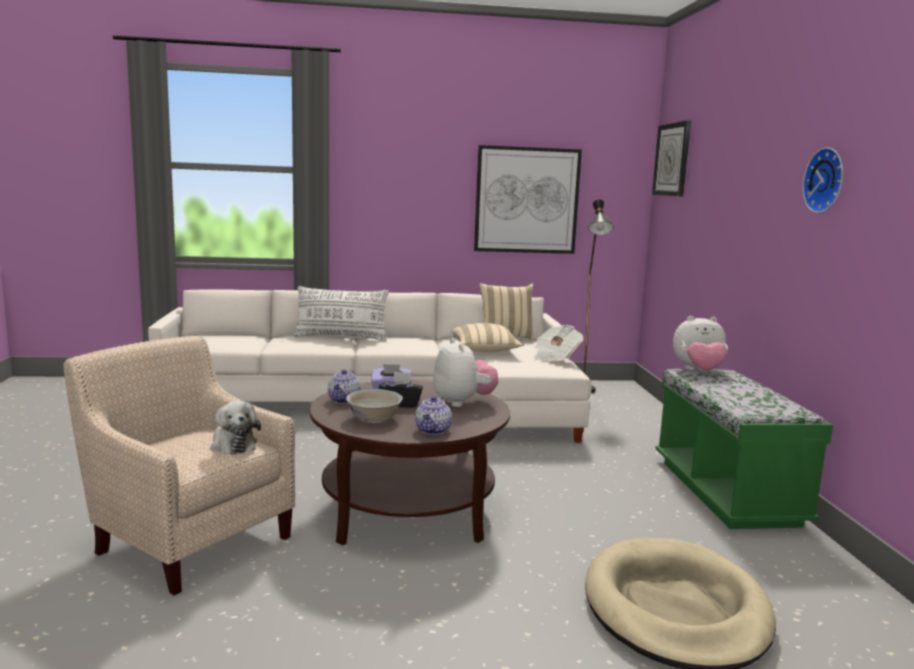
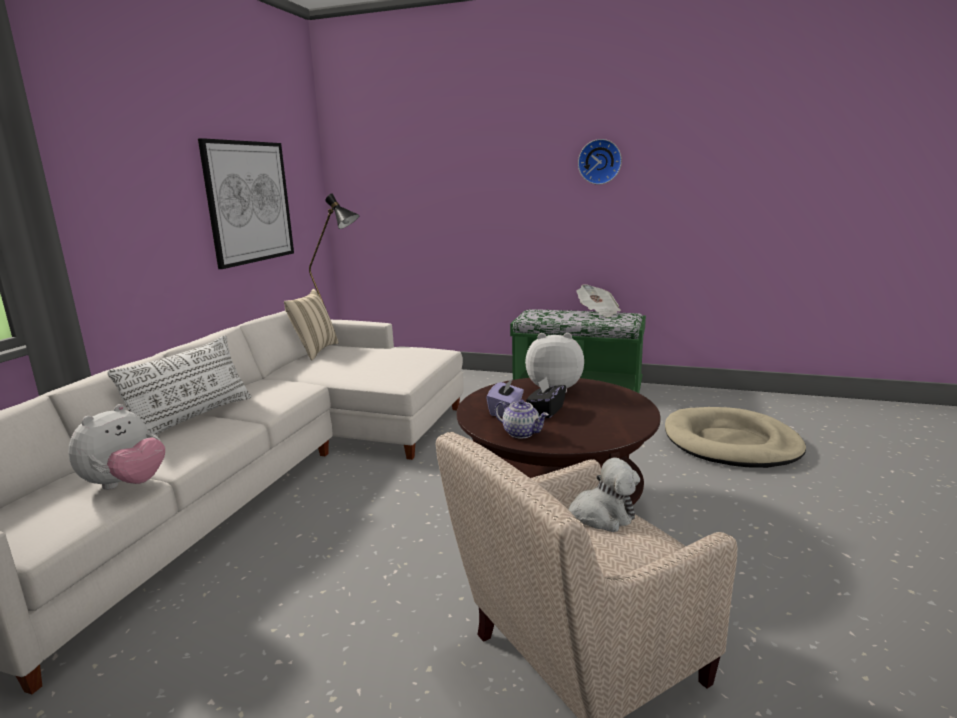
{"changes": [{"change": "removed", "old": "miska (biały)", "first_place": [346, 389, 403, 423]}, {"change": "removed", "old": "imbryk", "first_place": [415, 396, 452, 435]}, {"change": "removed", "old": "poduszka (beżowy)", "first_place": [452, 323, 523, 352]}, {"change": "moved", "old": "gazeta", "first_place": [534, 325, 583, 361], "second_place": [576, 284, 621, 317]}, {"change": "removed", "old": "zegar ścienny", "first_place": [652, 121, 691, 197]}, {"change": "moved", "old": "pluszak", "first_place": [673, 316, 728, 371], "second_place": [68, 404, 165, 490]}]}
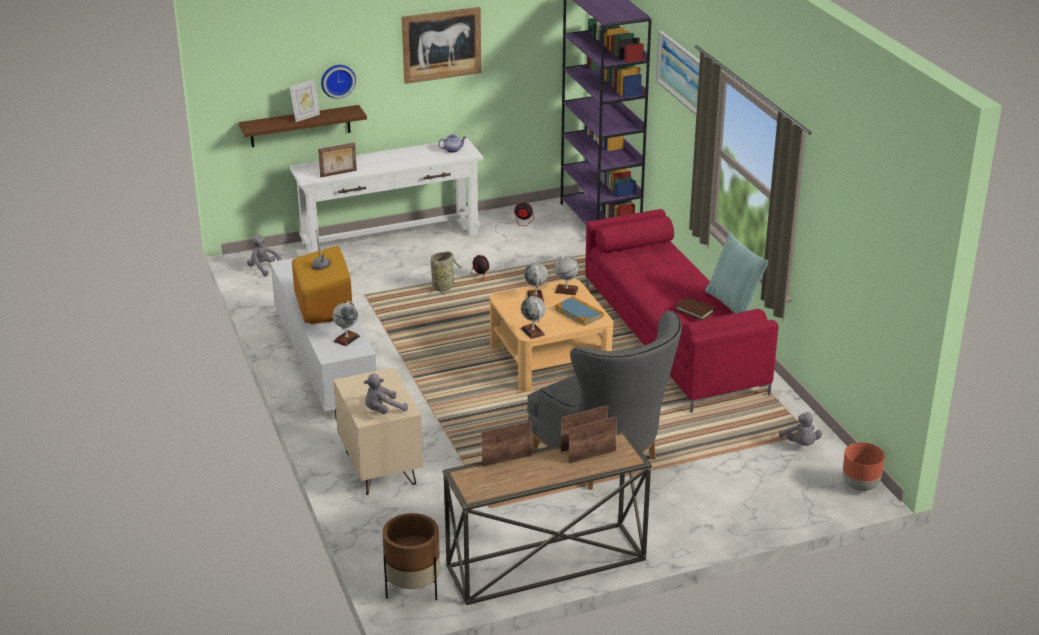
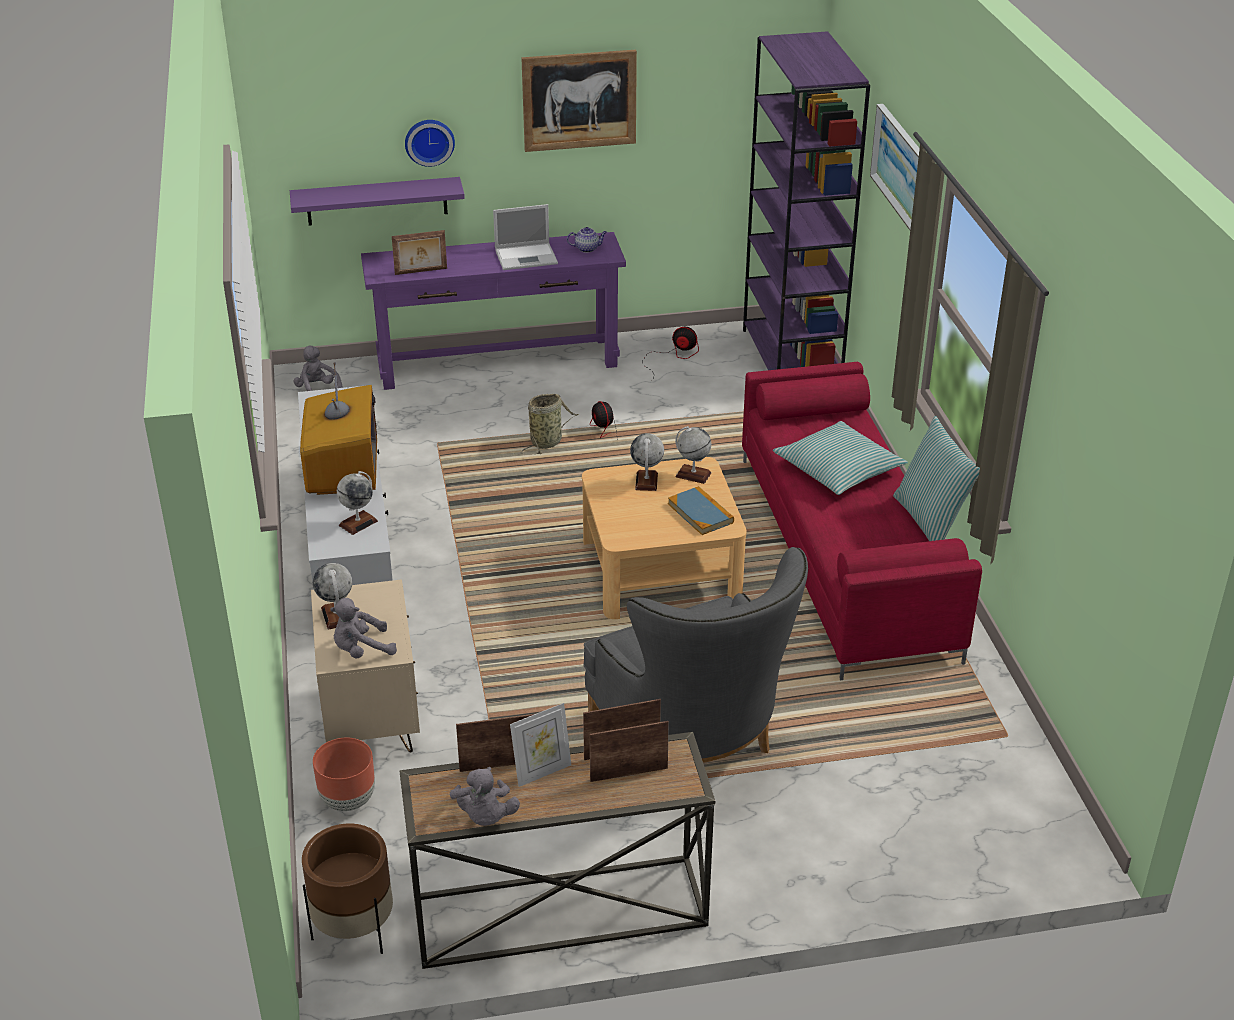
{"changes": [{"change": "recoloured", "old": "półka (brązowy)", "new": "półka (fioletowy)", "first_place": [239, 105, 367, 147], "second_place": [290, 177, 465, 226]}, {"change": "moved", "old": "ramka na zdjęcie", "first_place": [290, 79, 320, 122], "second_place": [510, 703, 571, 787]}, {"change": "recoloured", "old": "stolik konsolowy (biały)", "new": "stolik konsolowy (fioletowy)", "first_place": [290, 138, 483, 253], "second_place": [361, 232, 626, 390]}, {"change": "moved", "old": "globus", "first_place": [521, 296, 545, 339], "second_place": [313, 563, 352, 630]}, {"change": "removed", "old": "książka (brązowy)", "first_place": [675, 297, 716, 320]}, {"change": "moved", "old": "pluszak (szary)", "first_place": [779, 412, 822, 446], "second_place": [450, 767, 520, 826]}, {"change": "moved", "old": "donica (brązowy)", "first_place": [843, 442, 885, 491], "second_place": [313, 738, 375, 811]}, {"change": "added", "new": "laptop", "second_place": [493, 204, 558, 270]}, {"change": "added", "new": "poduszka", "second_place": [773, 421, 908, 495]}]}
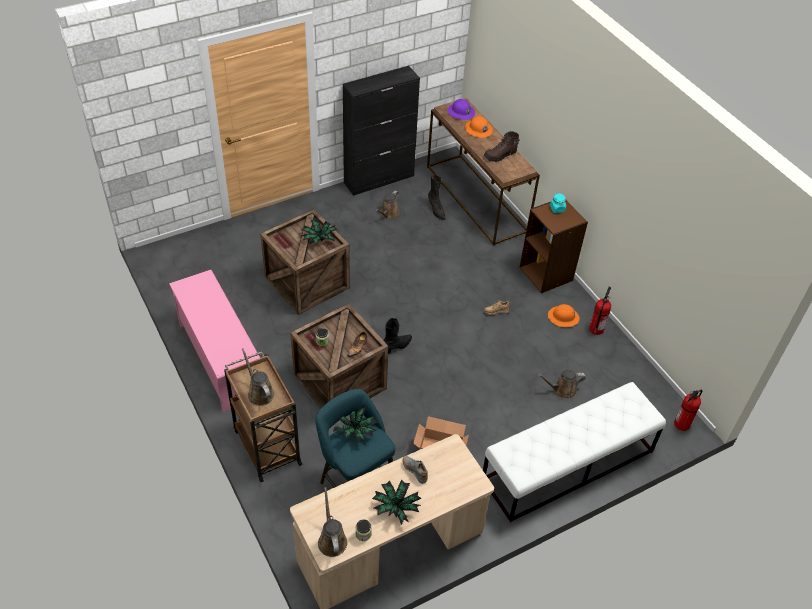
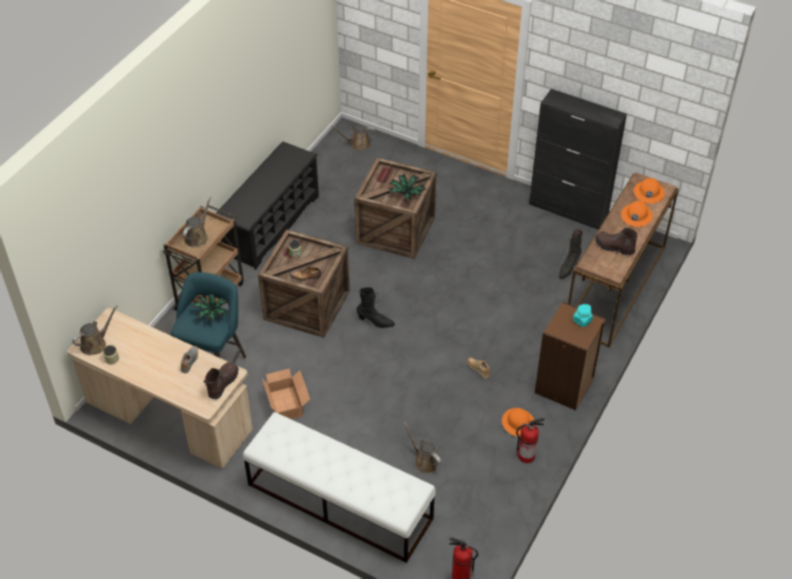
{"changes": [{"change": "recoloured", "old": "regał na buty (różowy)", "new": "regał na buty (czarny)", "first_place": [169, 270, 260, 412], "second_place": [216, 141, 319, 270]}, {"change": "removed", "old": "roślina doniczkowa", "first_place": [372, 479, 422, 525]}, {"change": "moved", "old": "konewka (brązowy)", "first_place": [376, 190, 400, 219], "second_place": [331, 125, 375, 151]}, {"change": "recoloured", "old": "kask (fioletowy)", "new": "kask (pomarańczowy)", "first_place": [448, 99, 475, 120], "second_place": [634, 178, 665, 204]}, {"change": "added", "new": "but z cholewką (brązowy)", "second_place": [204, 362, 239, 399]}]}
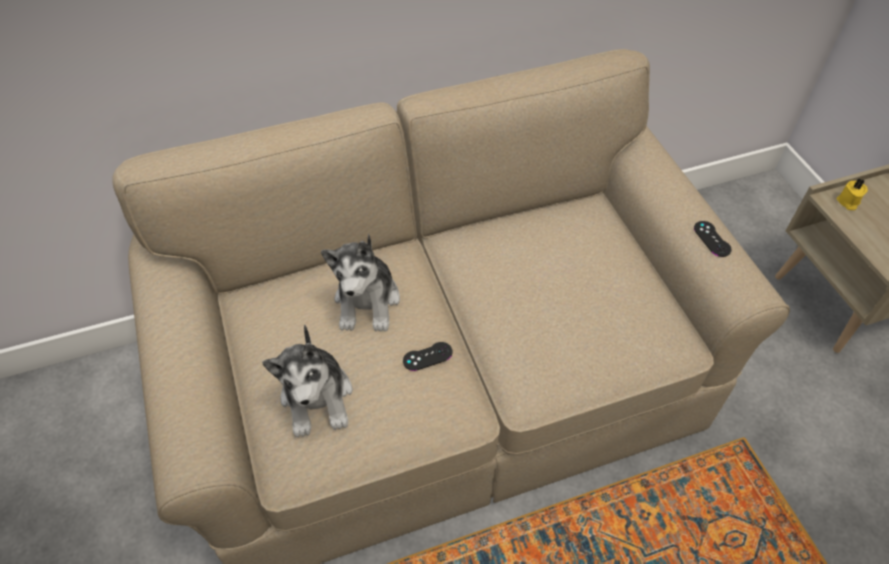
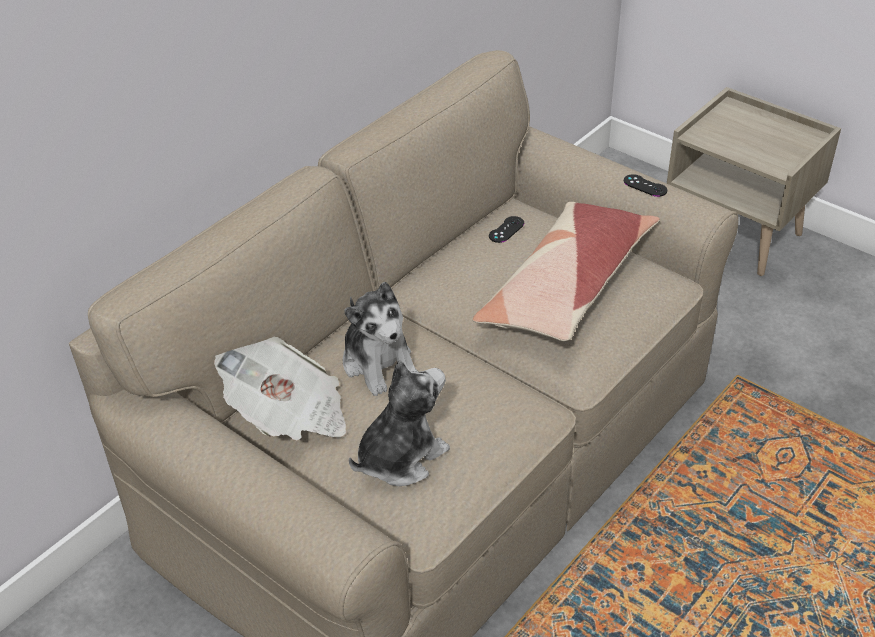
{"changes": [{"change": "turned", "old": "pluszak", "first_place": [262, 324, 353, 437], "second_place": [349, 360, 450, 486], "degrees": -90}, {"change": "moved", "old": "pad do gier (czarny)", "first_place": [403, 342, 452, 371], "second_place": [489, 216, 524, 243]}, {"change": "removed", "old": "świeca (żółty)", "first_place": [836, 178, 868, 210]}, {"change": "added", "new": "gazeta", "second_place": [214, 337, 346, 440]}, {"change": "added", "new": "poduszka", "second_place": [473, 202, 660, 341]}]}
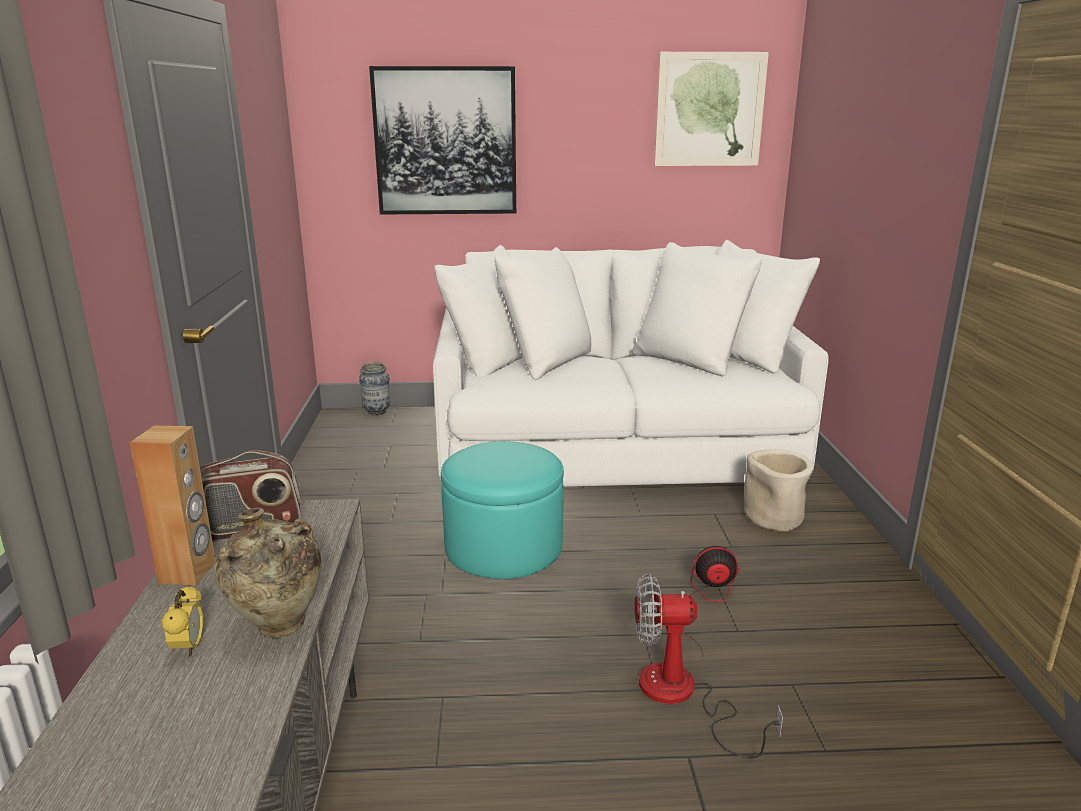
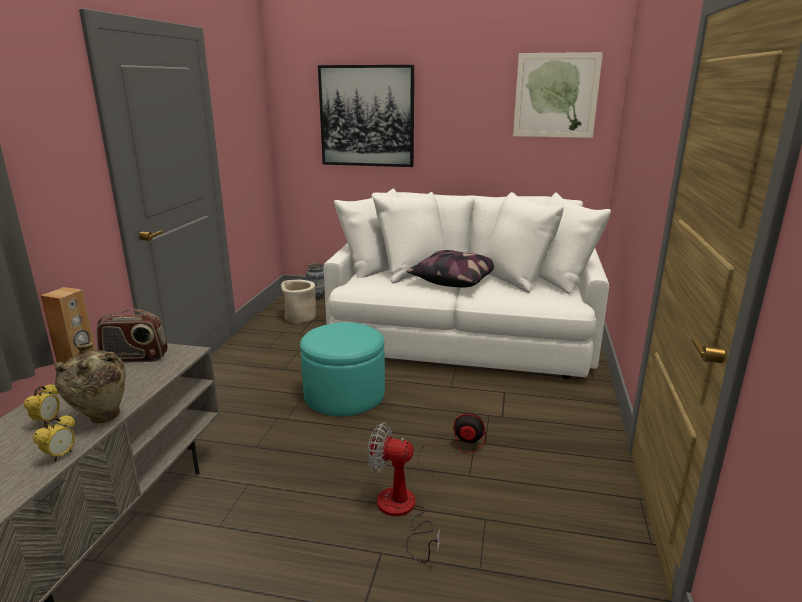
{"changes": [{"change": "moved", "old": "donica (beżowy)", "first_place": [744, 449, 814, 531], "second_place": [281, 280, 316, 324]}, {"change": "added", "new": "budzik", "second_place": [33, 415, 75, 461]}, {"change": "added", "new": "poduszka", "second_place": [406, 250, 494, 287]}]}
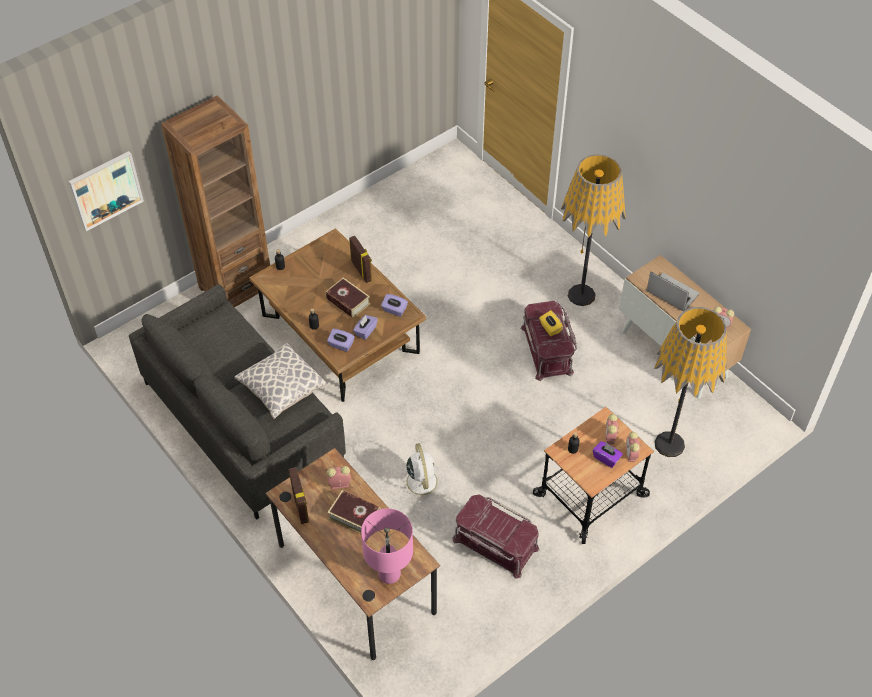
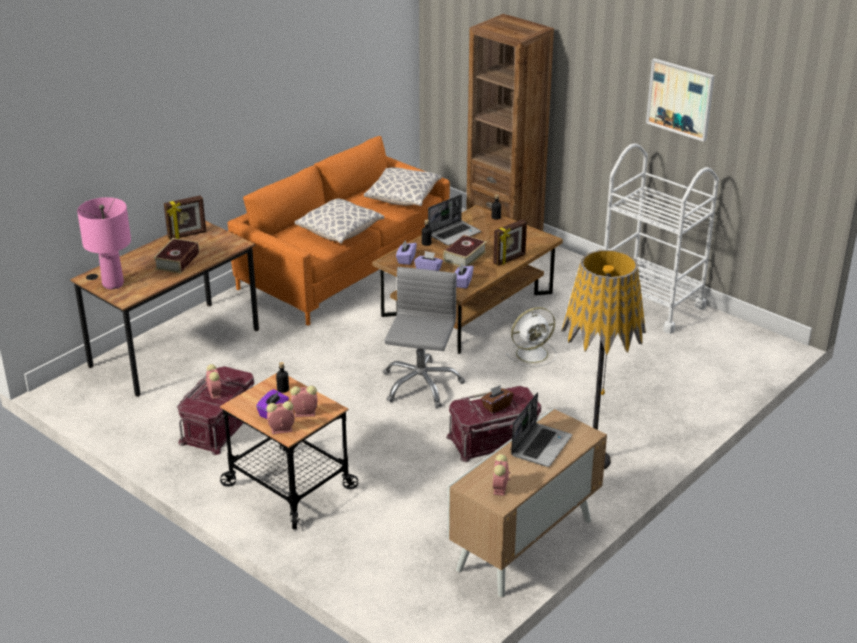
{"changes": [{"change": "moved", "old": "obraz", "first_place": [69, 151, 144, 231], "second_place": [646, 58, 715, 142]}, {"change": "recoloured", "old": "kanapa (szary)", "new": "kanapa (pomarańczowy)", "first_place": [129, 284, 346, 520], "second_place": [228, 136, 450, 326]}, {"change": "moved", "old": "budzik", "first_place": [327, 466, 351, 489], "second_place": [205, 364, 221, 399]}, {"change": "moved", "old": "wentylator (biały)", "first_place": [398, 443, 444, 503], "second_place": [506, 307, 556, 367]}, {"change": "recoloured", "old": "pudełko chusteczek (żółty)", "new": "pudełko chusteczek (brązowy)", "first_place": [539, 310, 563, 336], "second_place": [481, 385, 513, 413]}, {"change": "removed", "old": "lampa stojąca", "first_place": [654, 307, 727, 457]}, {"change": "added", "new": "poduszka", "second_place": [364, 167, 442, 206]}, {"change": "added", "new": "krzesło biurowe (szary)", "second_place": [383, 267, 465, 408]}, {"change": "added", "new": "laptop", "second_place": [428, 195, 481, 245]}, {"change": "added", "new": "wózek (biały)", "second_place": [604, 143, 719, 334]}]}
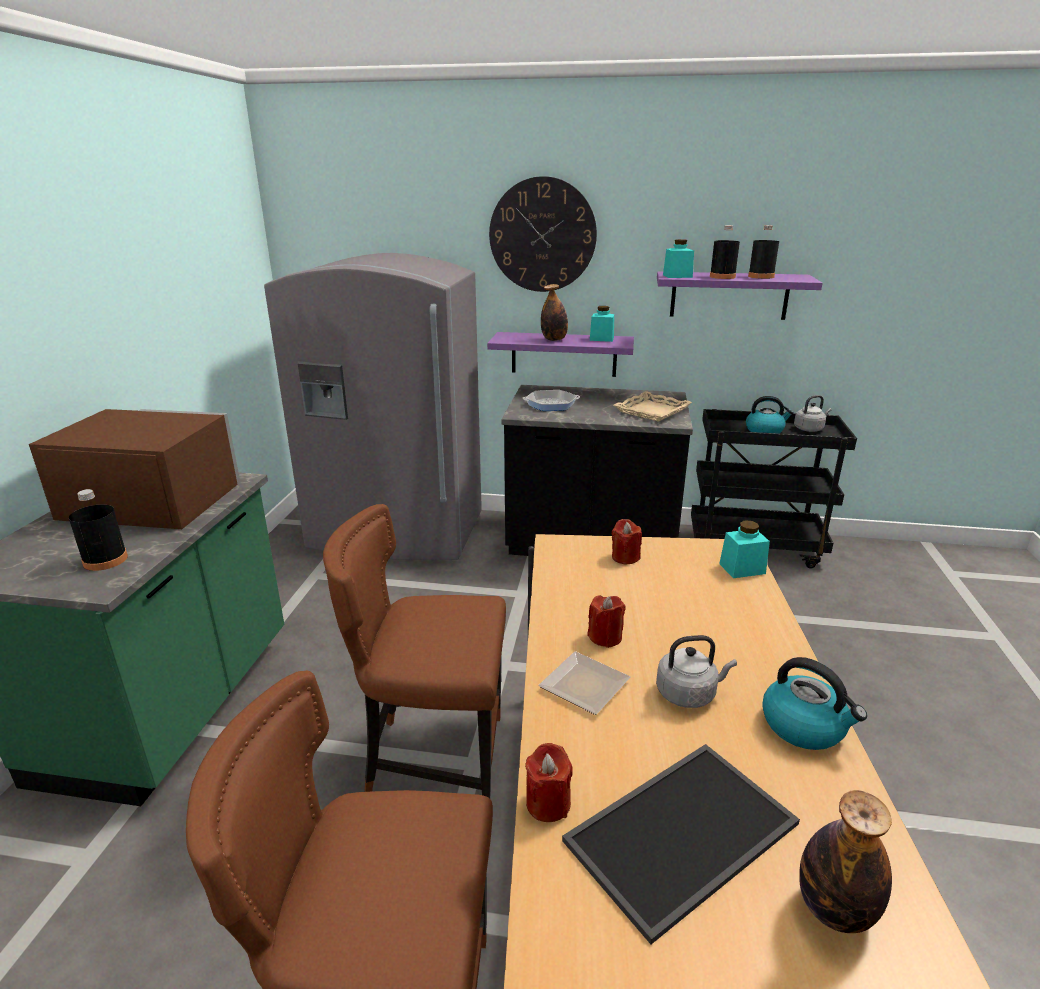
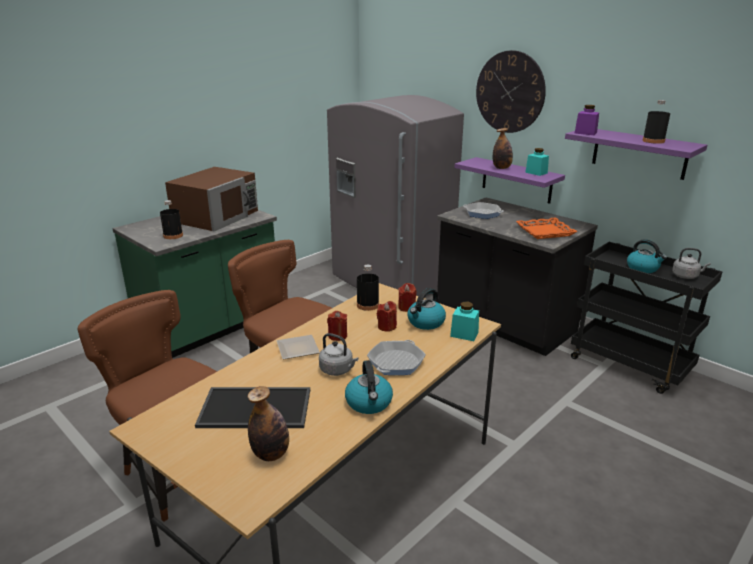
{"changes": [{"change": "turned", "old": "mikrofalówka (brązowy)", "first_place": [29, 409, 240, 529], "second_place": [165, 167, 258, 232], "degrees": 75}, {"change": "moved", "old": "świeca (czerwony)", "first_place": [525, 743, 573, 822], "second_place": [377, 301, 397, 332]}, {"change": "recoloured", "old": "taca (beżowy)", "new": "taca (pomarańczowy)", "first_place": [613, 391, 692, 422], "second_place": [516, 217, 578, 239]}, {"change": "recoloured", "old": "słoik (turkusowy)", "new": "słoik (fioletowy)", "first_place": [663, 239, 694, 278], "second_place": [574, 105, 599, 135]}, {"change": "moved", "old": "butelka (czarny)", "first_place": [710, 225, 740, 279], "second_place": [357, 265, 379, 311]}, {"change": "added", "new": "patelnia", "second_place": [367, 340, 426, 375]}, {"change": "added", "new": "czajnik", "second_place": [407, 288, 446, 330]}]}
